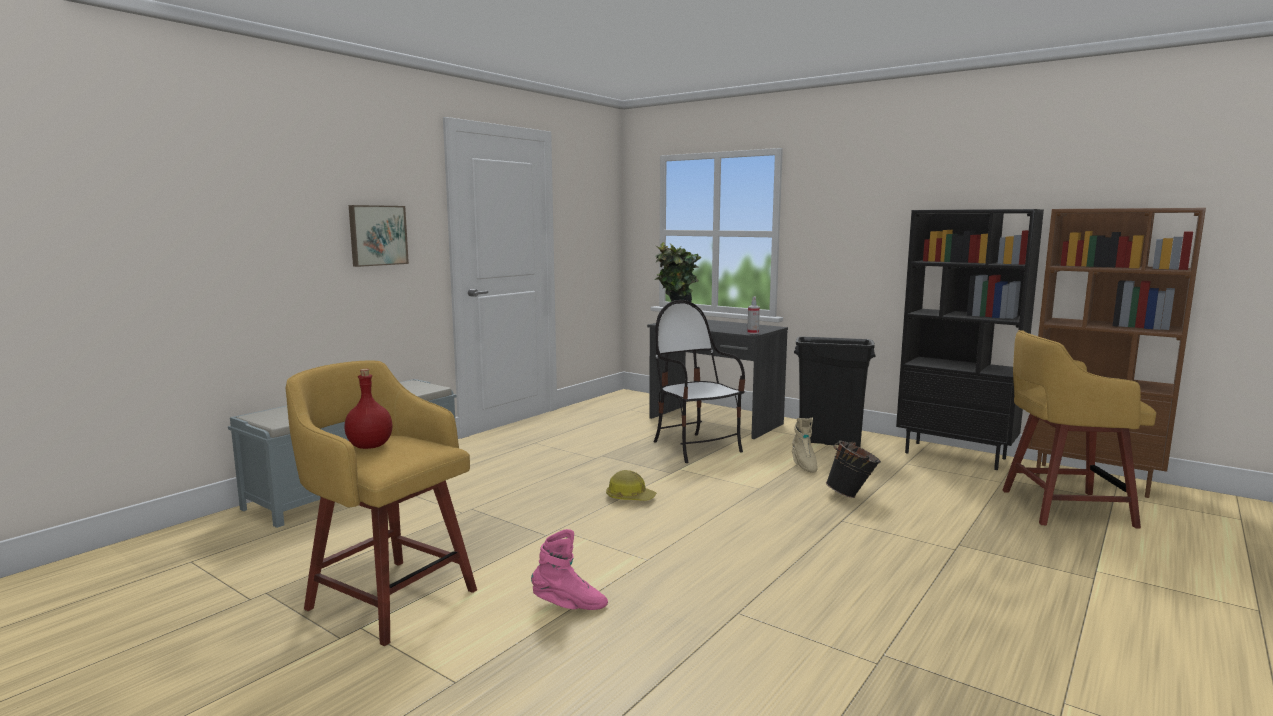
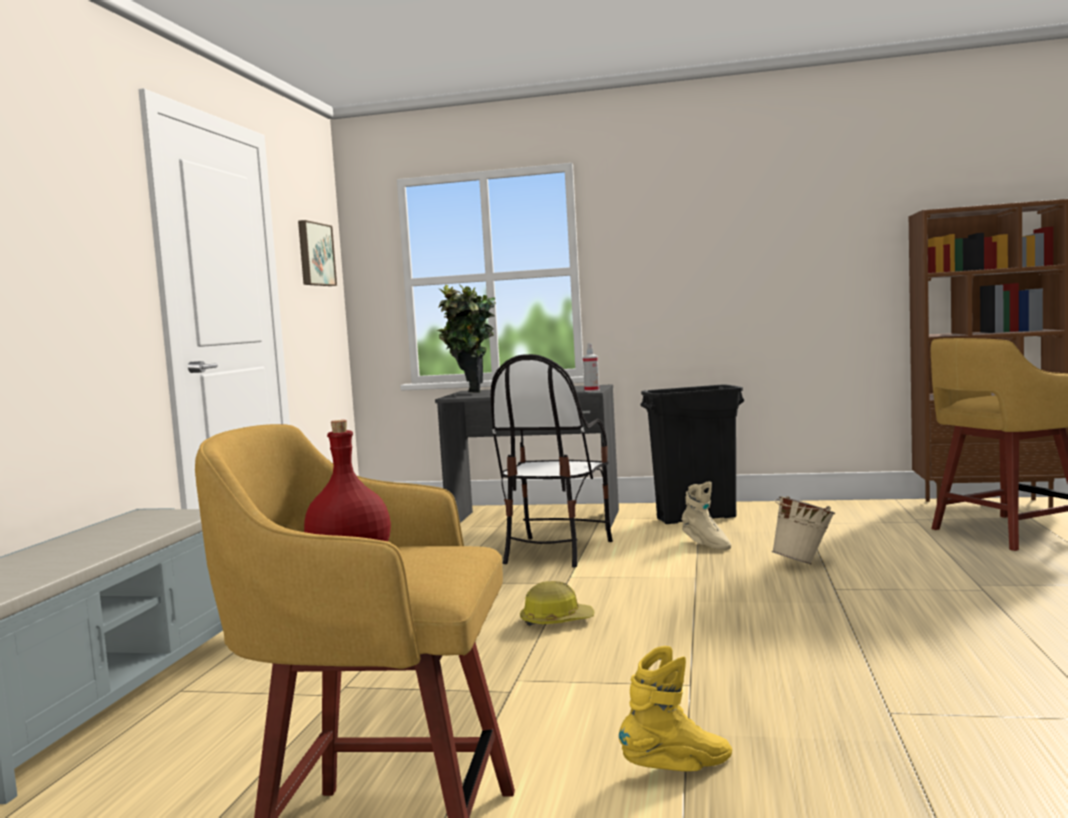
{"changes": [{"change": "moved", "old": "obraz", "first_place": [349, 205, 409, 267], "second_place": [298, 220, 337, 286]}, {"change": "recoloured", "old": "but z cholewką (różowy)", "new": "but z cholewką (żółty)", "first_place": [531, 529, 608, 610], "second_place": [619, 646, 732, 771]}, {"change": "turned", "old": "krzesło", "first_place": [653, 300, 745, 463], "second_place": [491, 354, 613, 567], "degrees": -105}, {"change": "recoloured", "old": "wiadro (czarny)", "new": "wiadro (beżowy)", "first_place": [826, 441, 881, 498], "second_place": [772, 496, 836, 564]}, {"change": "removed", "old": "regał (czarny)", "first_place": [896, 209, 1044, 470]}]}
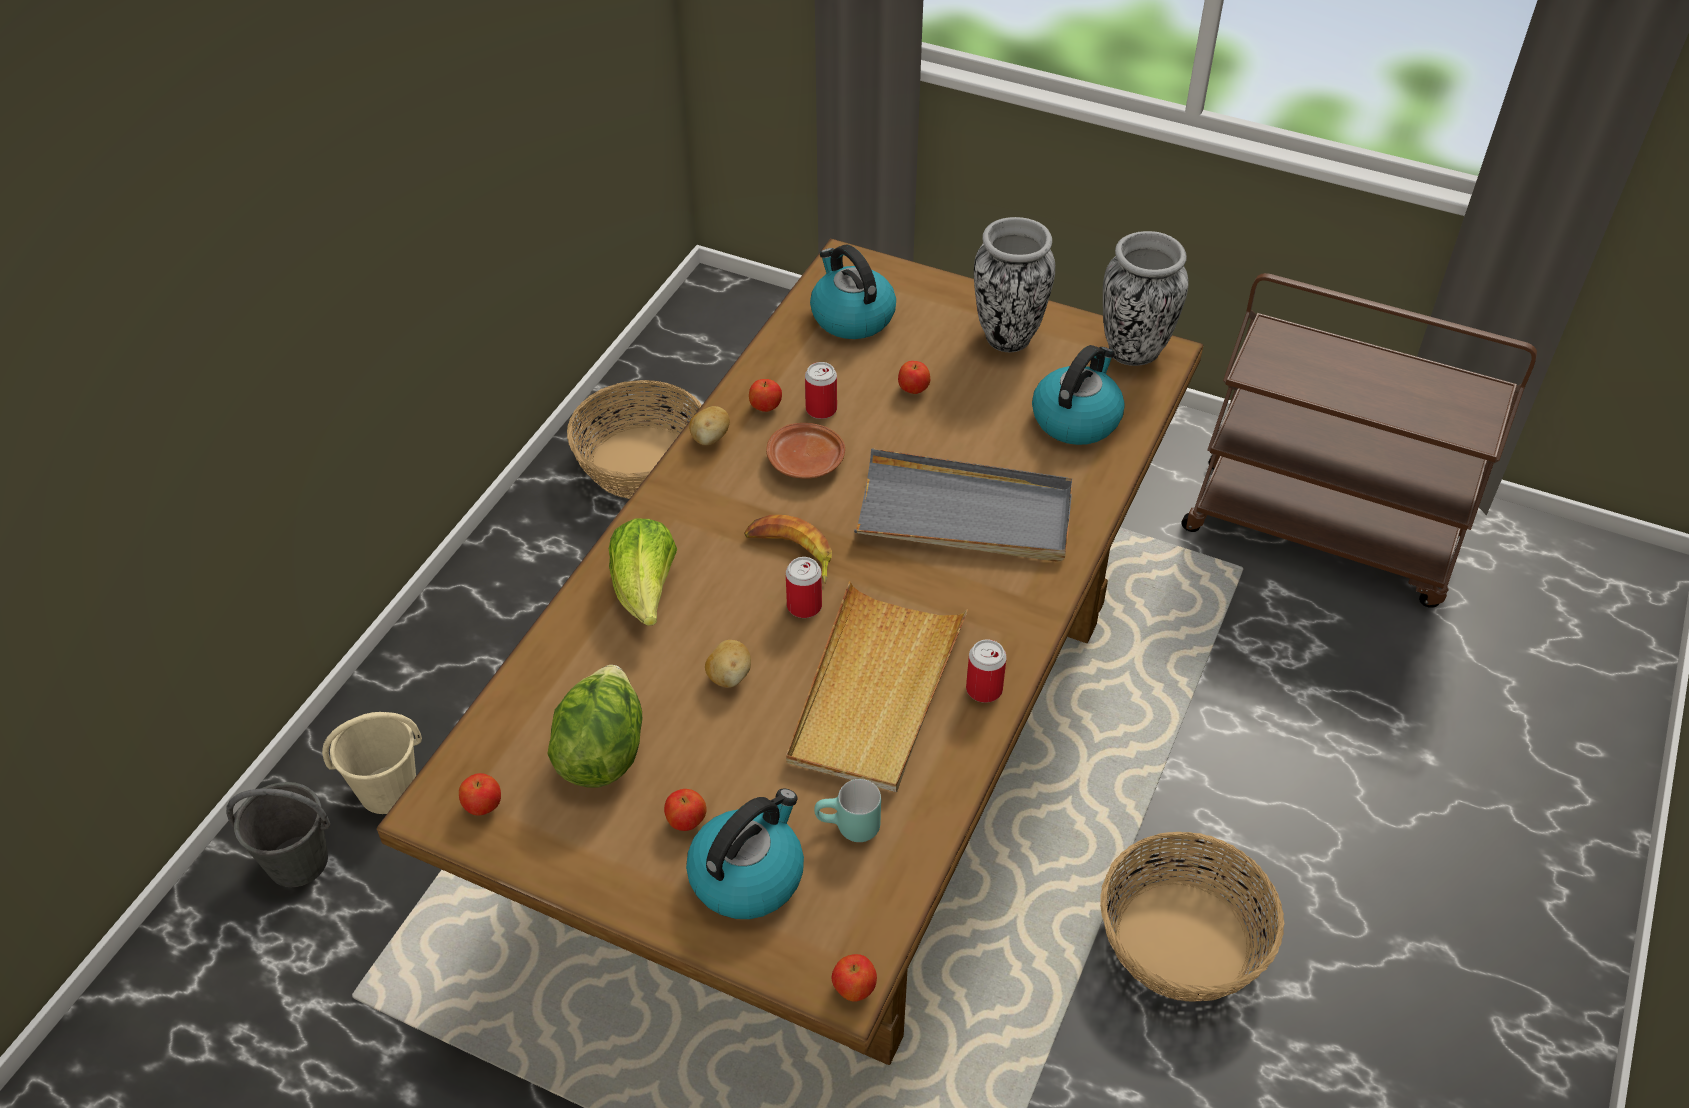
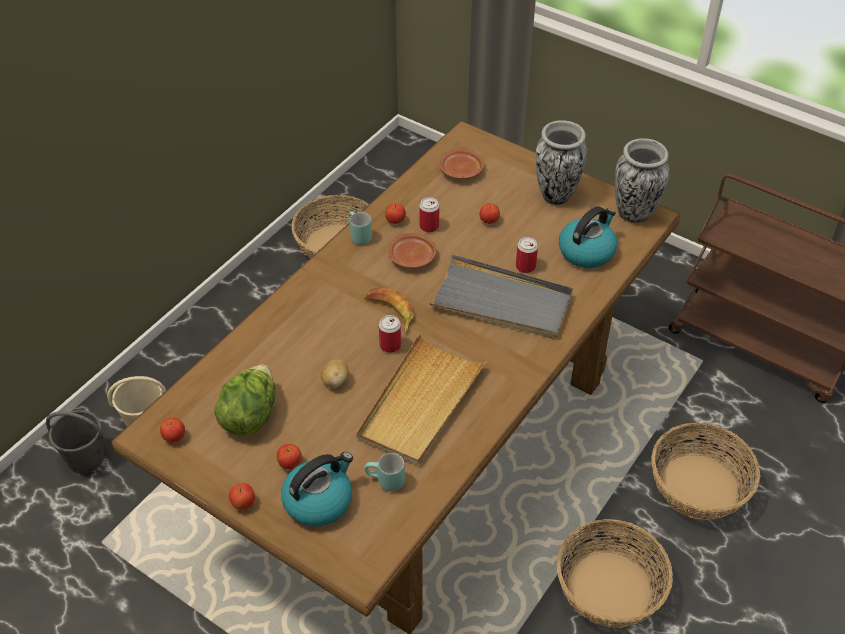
{"changes": [{"change": "removed", "old": "sałata", "first_place": [609, 518, 677, 626]}, {"change": "replaced", "old": "ziemniak", "new": "kubek (turkusowy)", "first_place": [689, 406, 730, 445], "second_place": [349, 211, 372, 245]}, {"change": "replaced", "old": "czajnik", "new": "talerz (brązowy)", "first_place": [810, 244, 896, 339], "second_place": [439, 148, 484, 179]}, {"change": "moved", "old": "jabłko", "first_place": [831, 954, 877, 1002], "second_place": [229, 484, 255, 510]}, {"change": "moved", "old": "puszka", "first_place": [966, 639, 1007, 703], "second_place": [516, 237, 538, 273]}, {"change": "added", "new": "koszyk", "second_place": [651, 422, 760, 520]}]}
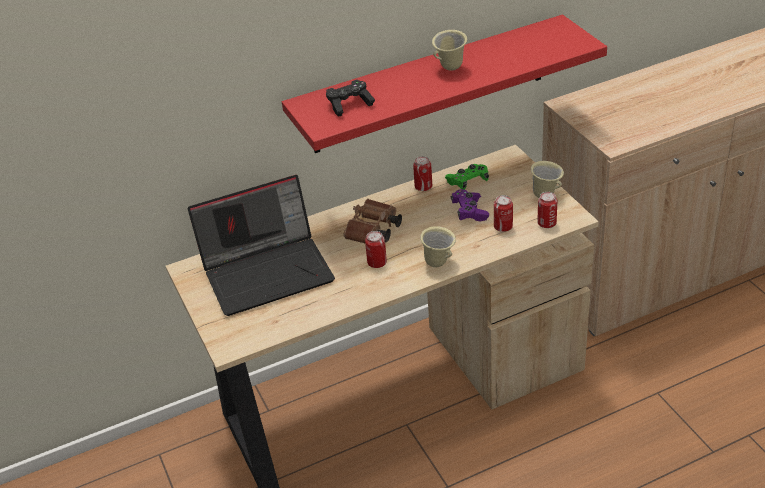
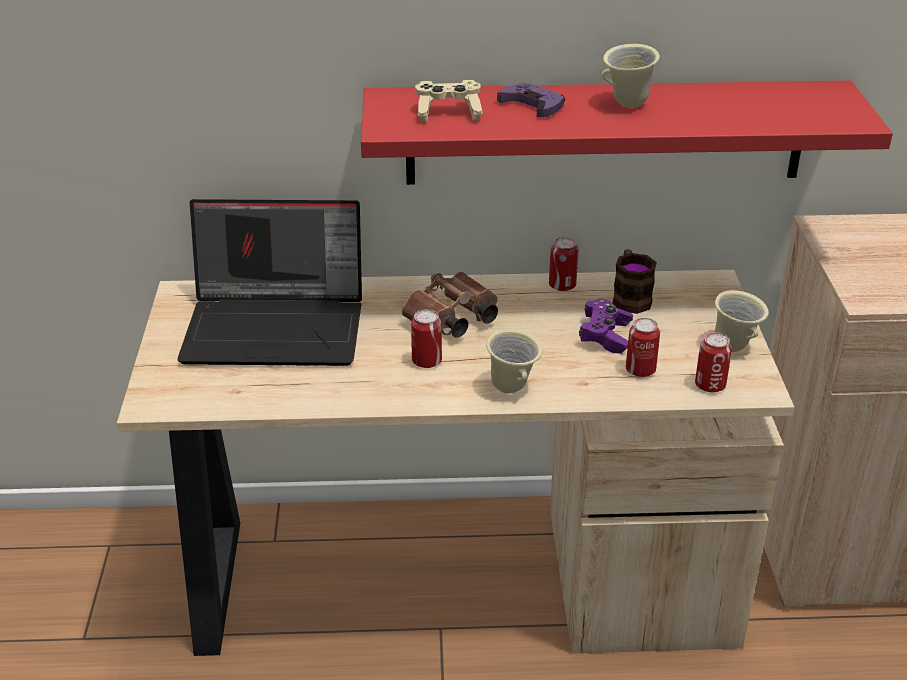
{"changes": [{"change": "recoloured", "old": "pad do gier (czarny)", "new": "pad do gier (beżowy)", "first_place": [326, 80, 375, 117], "second_place": [415, 80, 483, 122]}, {"change": "replaced", "old": "pad do gier (zielony)", "new": "kubek", "first_place": [445, 164, 489, 190], "second_place": [612, 249, 657, 314]}, {"change": "added", "new": "pad do gier (fioletowy)", "second_place": [497, 83, 565, 117]}]}
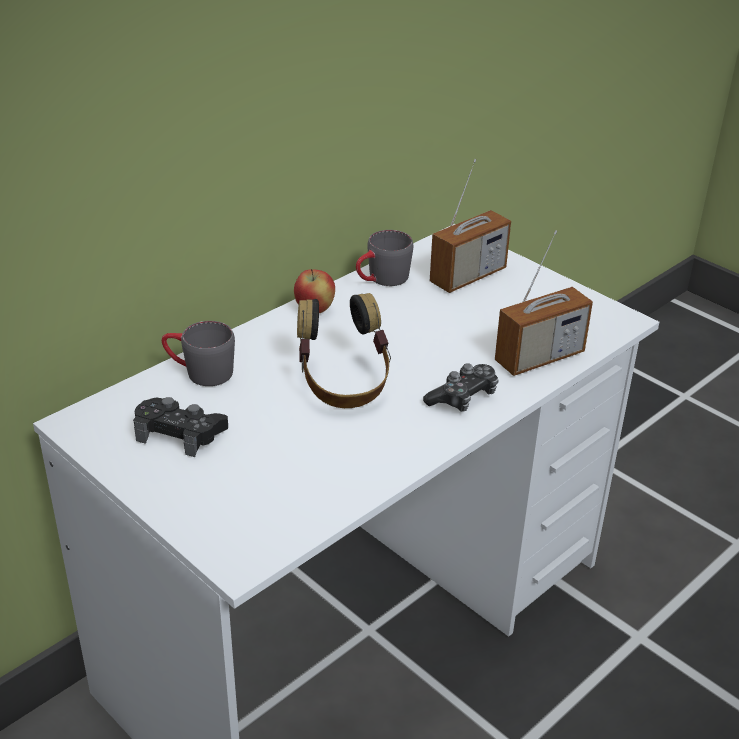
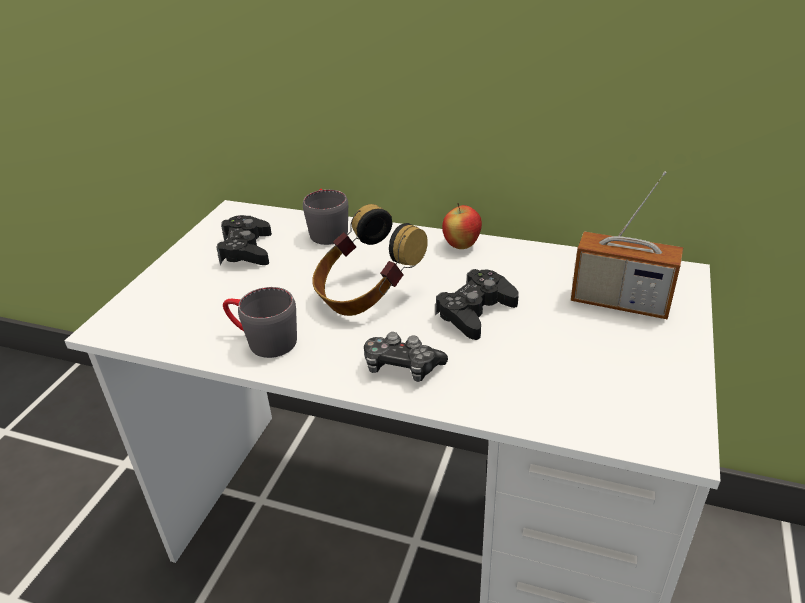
{"changes": [{"change": "moved", "old": "kubek (szary)", "first_place": [356, 230, 413, 286], "second_place": [223, 287, 297, 358]}, {"change": "removed", "old": "radio", "first_place": [495, 230, 593, 376]}, {"change": "added", "new": "pad do gier (czarny)", "second_place": [435, 269, 519, 340]}]}
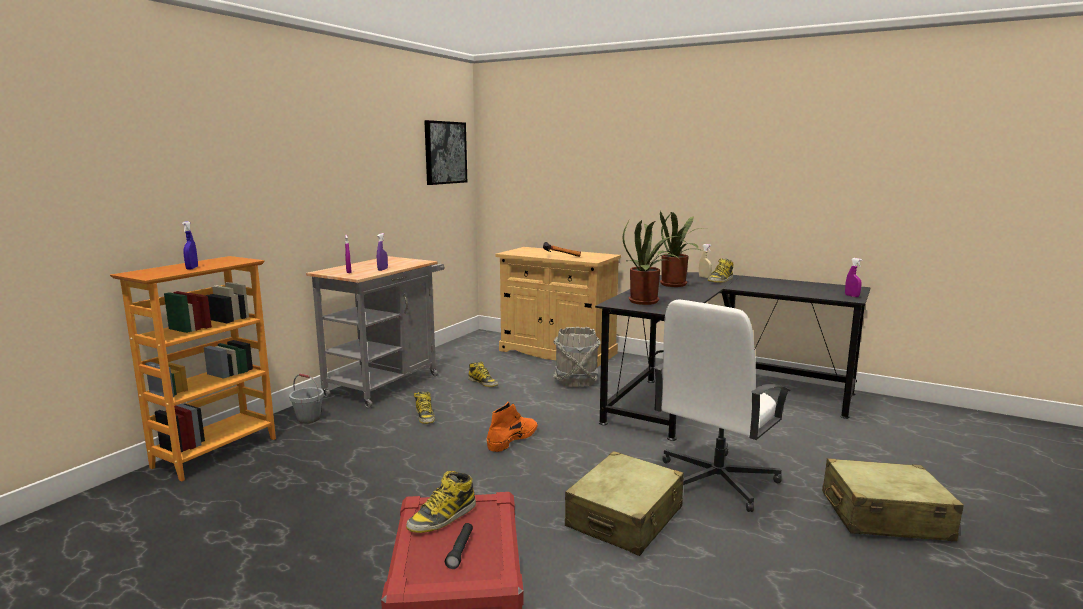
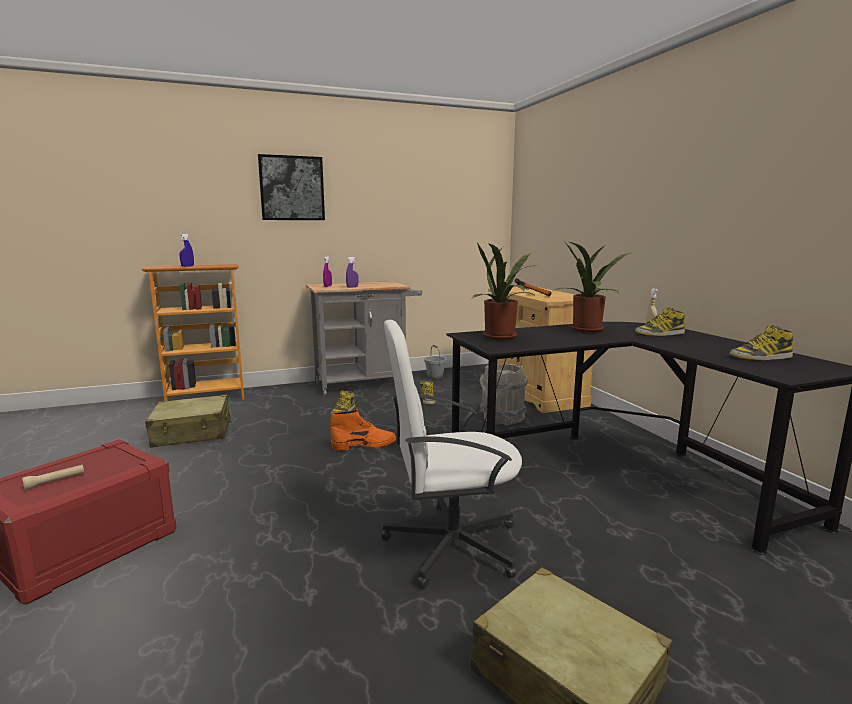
{"changes": [{"change": "moved", "old": "wiadro (szary)", "first_place": [289, 373, 324, 424], "second_place": [424, 345, 446, 379]}, {"change": "moved", "old": "but z cholewką", "first_place": [406, 471, 476, 533], "second_place": [730, 325, 793, 360]}, {"change": "moved", "old": "obraz", "first_place": [424, 120, 467, 185], "second_place": [258, 154, 325, 220]}, {"change": "recoloured", "old": "latarka (czarny)", "new": "latarka (beżowy)", "first_place": [445, 523, 473, 569], "second_place": [22, 465, 84, 490]}, {"change": "moved", "old": "walizka (beżowy)", "first_place": [565, 451, 684, 556], "second_place": [145, 395, 232, 448]}, {"change": "removed", "old": "spryskiwacz (fioletowy)", "first_place": [845, 258, 862, 297]}]}
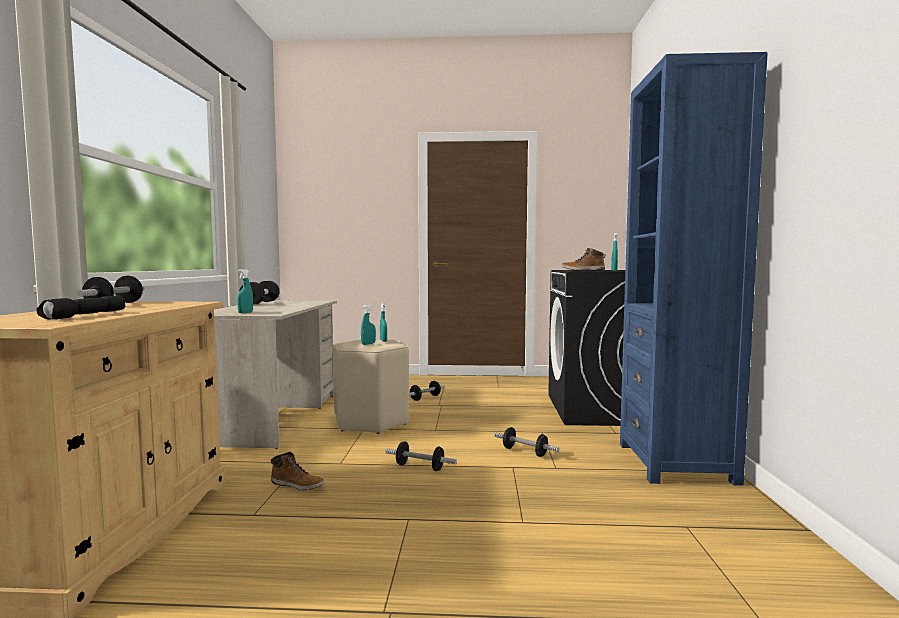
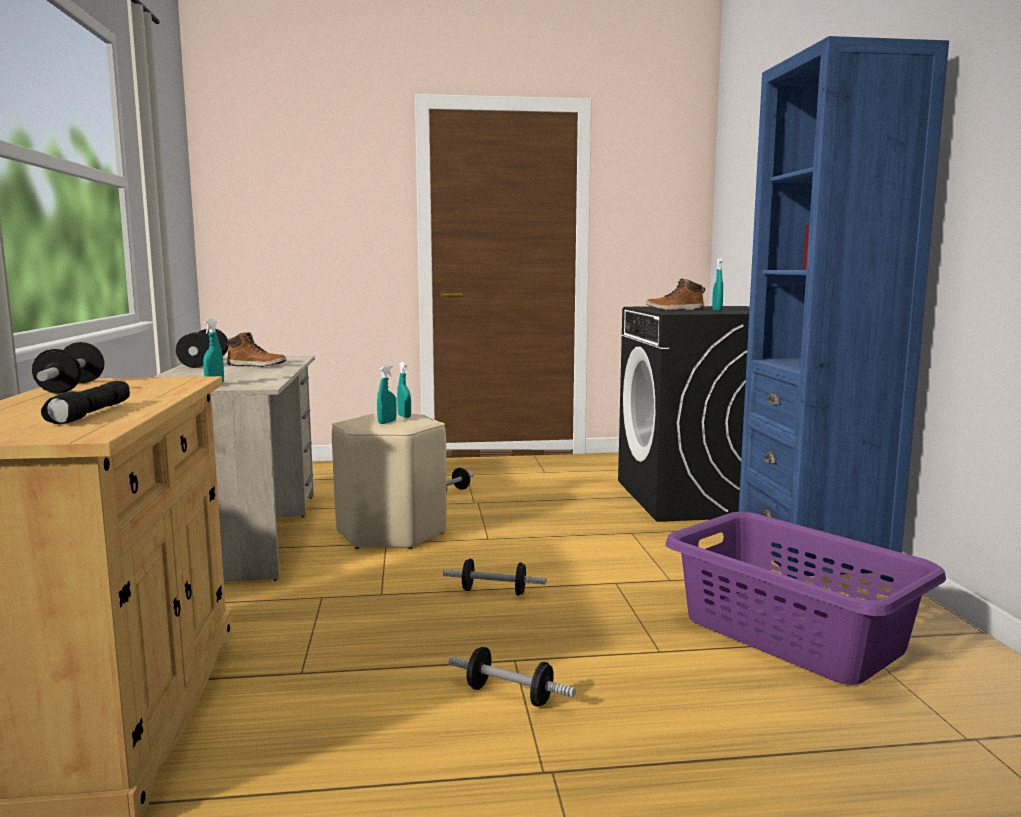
{"changes": [{"change": "moved", "old": "but z cholewką", "first_place": [271, 452, 324, 491], "second_place": [226, 332, 286, 367]}, {"change": "moved", "old": "hantel", "first_place": [494, 427, 559, 457], "second_place": [449, 647, 576, 707]}, {"change": "added", "new": "kosz na pranie (fioletowy)", "second_place": [665, 512, 946, 685]}]}
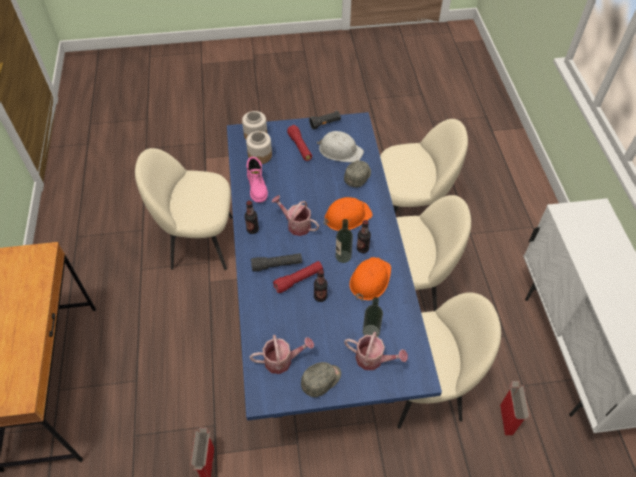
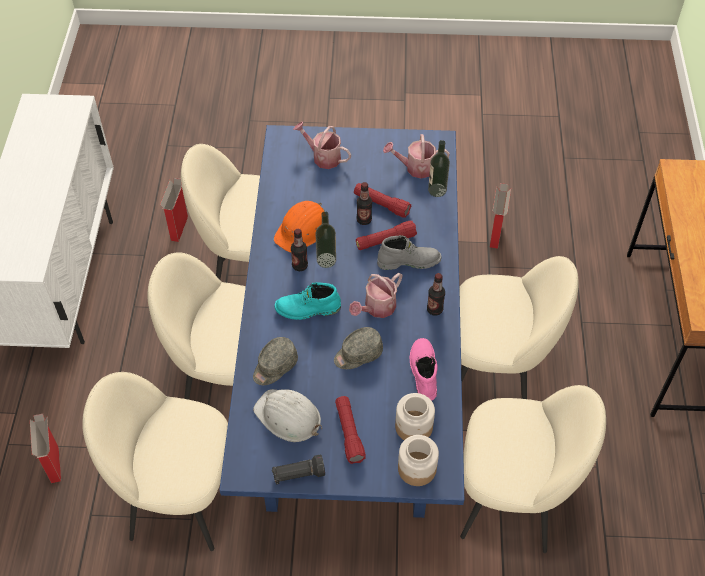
{"changes": [{"change": "replaced", "old": "latarka (czarny)", "new": "but z cholewką (szary)", "first_place": [251, 253, 302, 272], "second_place": [377, 235, 442, 270]}, {"change": "turned", "old": "konewka", "first_place": [271, 195, 319, 236], "second_place": [349, 273, 403, 318], "degrees": 90}, {"change": "moved", "old": "czapka z daszkiem (szary)", "first_place": [301, 362, 341, 397], "second_place": [334, 327, 383, 369]}, {"change": "replaced", "old": "kask (pomarańczowy)", "new": "but z cholewką (turkusowy)", "first_place": [323, 197, 373, 231], "second_place": [274, 282, 341, 320]}, {"change": "moved", "old": "butelka", "first_place": [363, 297, 383, 337], "second_place": [428, 140, 450, 197]}, {"change": "added", "new": "karton", "second_place": [30, 414, 61, 483]}, {"change": "added", "new": "latarka (czerwony)", "second_place": [354, 183, 412, 218]}, {"change": "added", "new": "krzesło (beżowy)", "second_place": [459, 256, 579, 399]}]}
